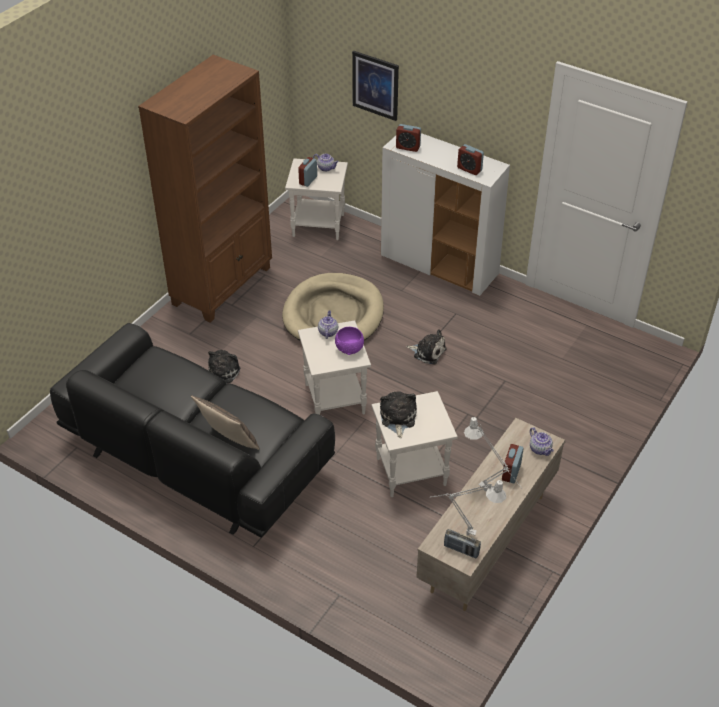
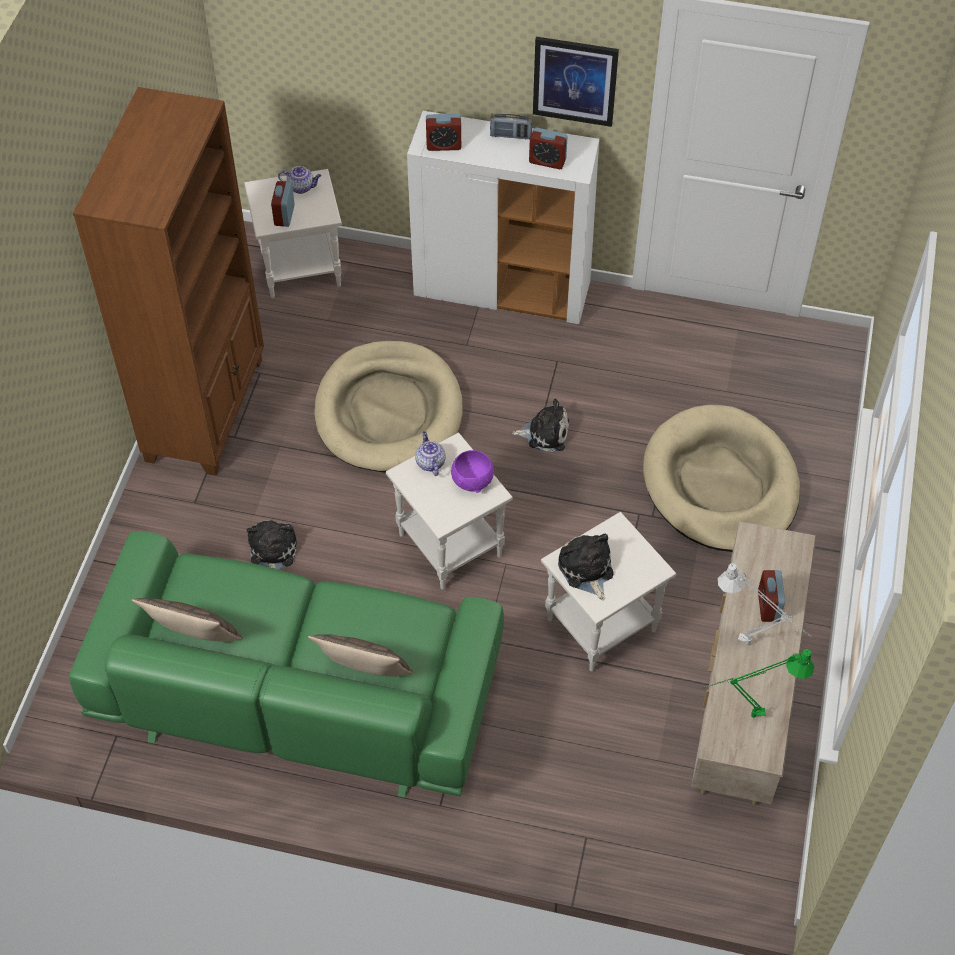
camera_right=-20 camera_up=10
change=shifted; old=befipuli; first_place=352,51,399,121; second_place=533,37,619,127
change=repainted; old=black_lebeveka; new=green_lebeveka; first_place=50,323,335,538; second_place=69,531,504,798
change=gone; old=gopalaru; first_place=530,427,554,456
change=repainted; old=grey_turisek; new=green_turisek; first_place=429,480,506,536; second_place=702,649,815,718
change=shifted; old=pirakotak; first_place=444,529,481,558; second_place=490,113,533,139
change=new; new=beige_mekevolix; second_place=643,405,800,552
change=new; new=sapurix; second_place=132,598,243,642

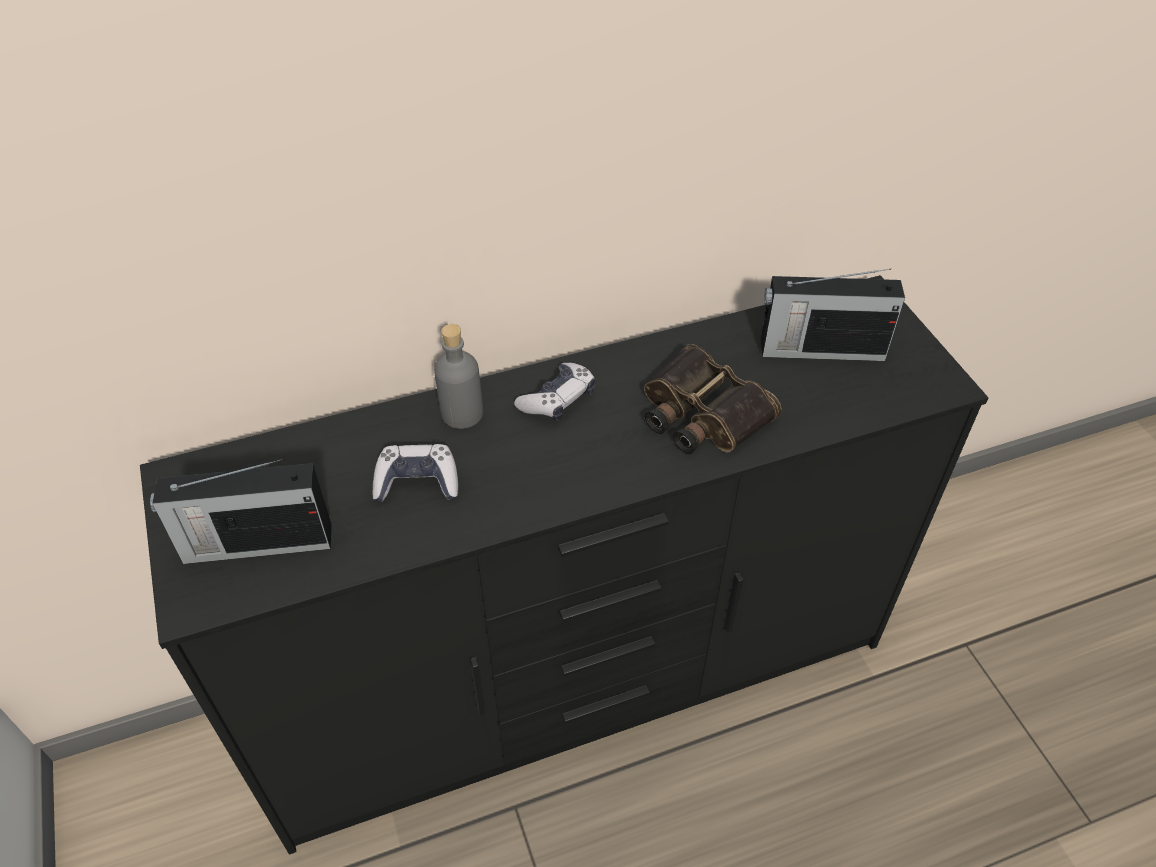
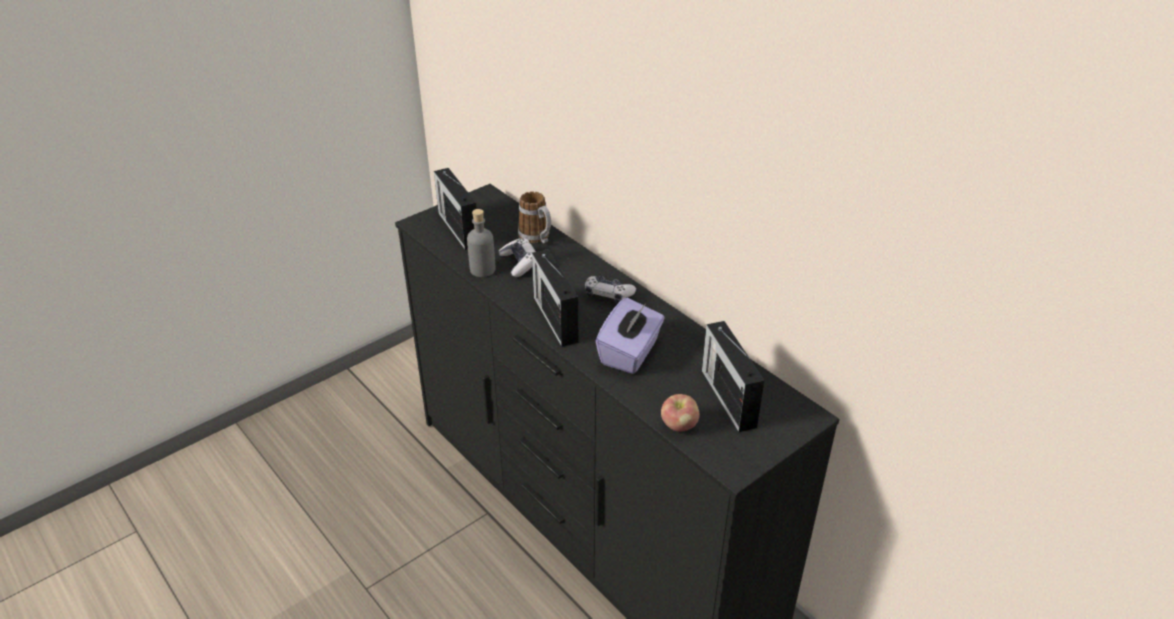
camera_right=70 camera_up=-10
change=shifted; old=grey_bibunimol; first_place=434,324,483,429; second_place=467,209,496,277
change=swapped; old=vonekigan; new=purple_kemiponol; first_place=644,344,782,454; second_place=596,297,665,374
change=new; new=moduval; second_place=518,191,551,243
change=new; new=pirakotak; second_place=532,249,579,347
change=new; new=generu; second_place=661,394,700,432

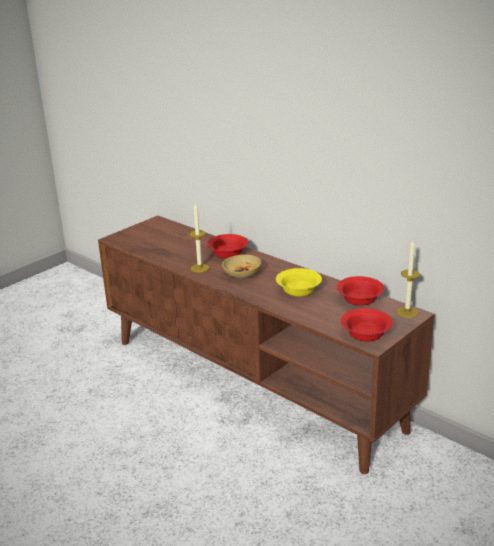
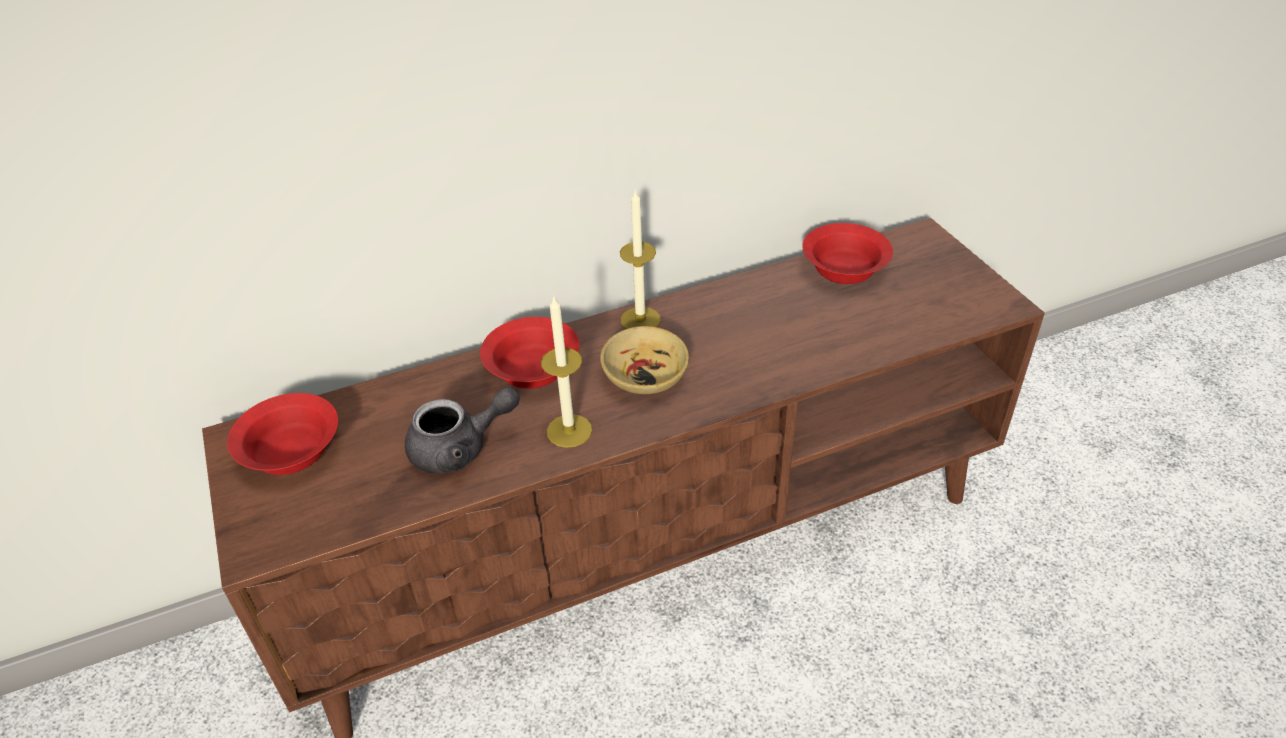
camera_right=-65 camera_up=15
change=shifted; old=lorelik; first_place=397,241,420,318; second_place=620,188,661,329
change=gone; old=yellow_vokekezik; first_place=276,268,322,296
change=shifted; old=red_vokekezik; first_place=341,308,393,342; second_place=227,393,338,475
change=new; new=grey_gopalaru; second_place=405,387,520,474

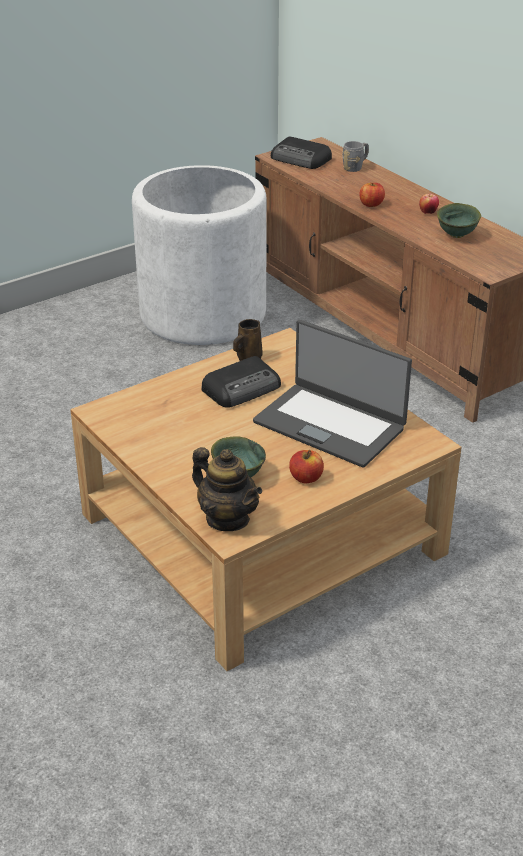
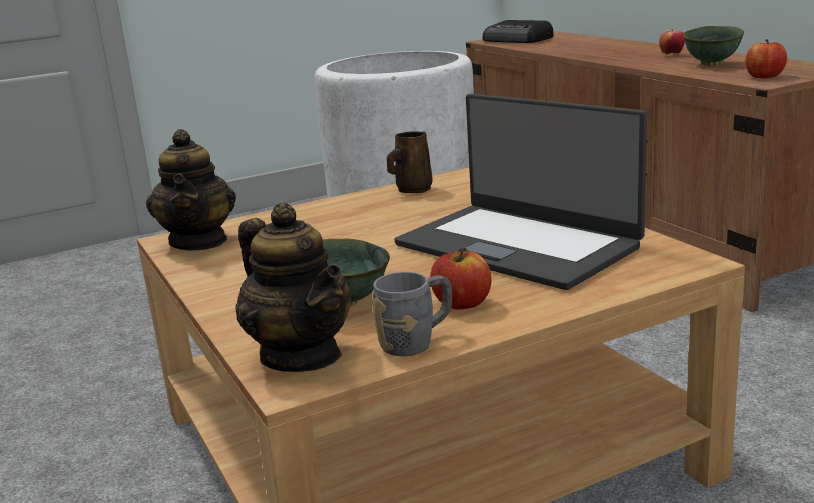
camera_right=10 camera_up=-15
change=shifted; old=grey_moduval; first_place=342,141,369,172; second_place=372,272,452,356
change=shifted; old=generu; first_place=360,183,385,207; second_place=746,39,787,78
change=gone; old=pirakotak; first_place=202,356,281,408
change=new; new=gopalaru; second_place=146,129,236,251

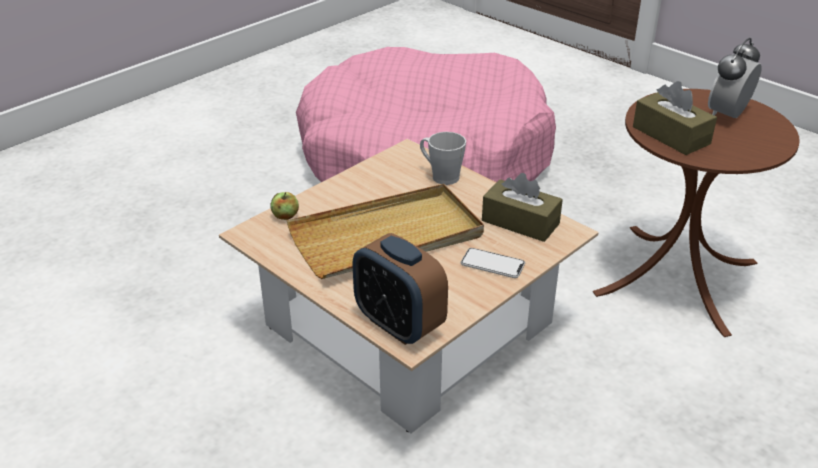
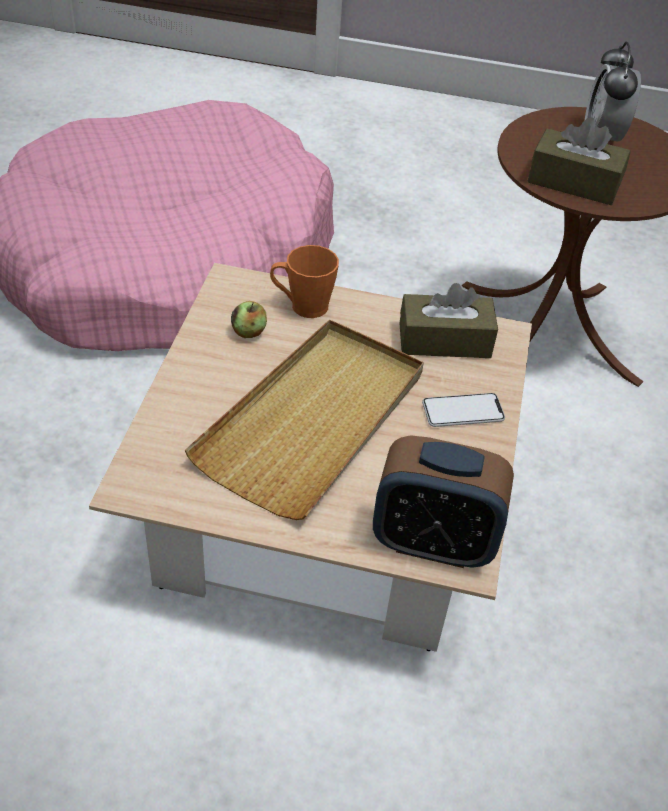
camera_right=-35 camera_up=10
change=repainted; old=grey_moduval; new=orange_moduval; first_place=420,132,466,185; second_place=270,245,339,318
change=shifted; old=generu; first_place=270,192,299,220; second_place=231,301,267,338

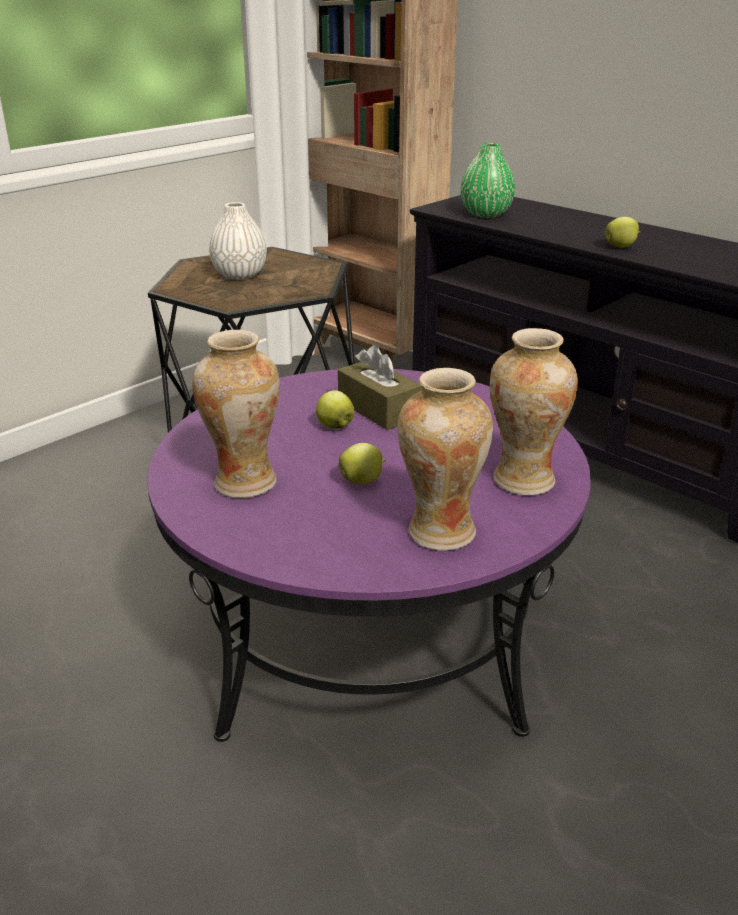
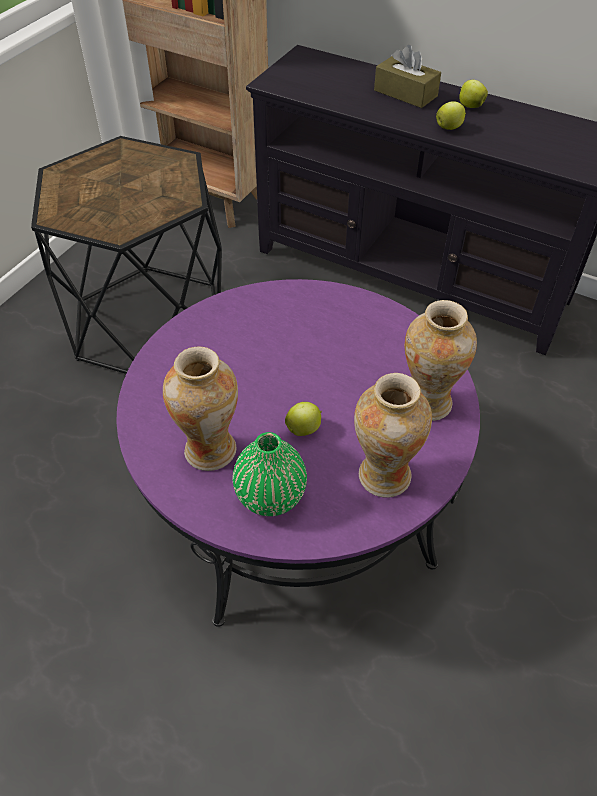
camera_right=-15 camera_up=20
change=shifted; old=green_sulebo; first_place=461,143,515,218; second_place=233,432,307,516
change=gone; old=white_sulebo; first_place=209,202,267,280
change=shifted; old=brown_kemiponol; first_place=338,345,422,430; second_place=374,45,441,108
change=shifted; old=generu; first_place=316,390,354,429; second_place=459,80,488,108

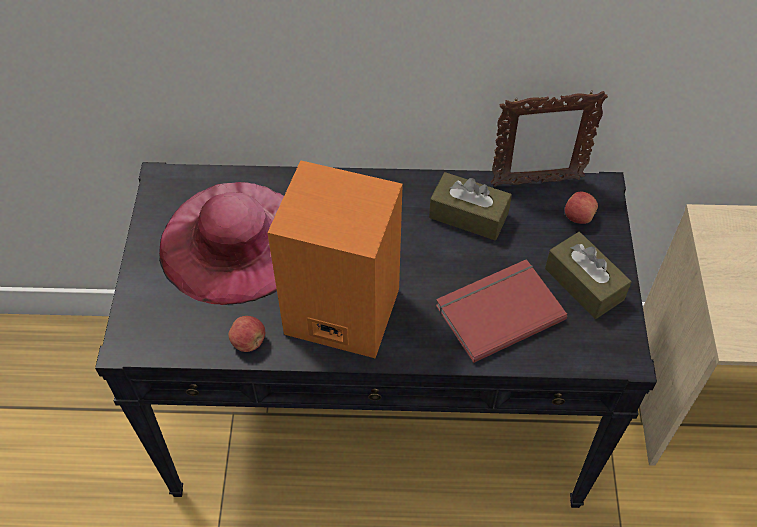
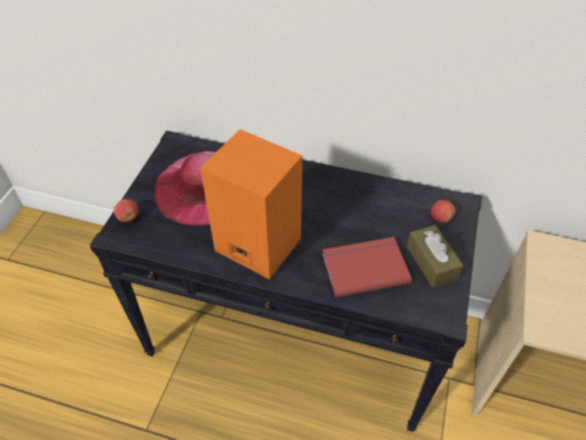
camera_right=15 camera_up=-5
change=gone; old=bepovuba; first_place=491,90,608,187
change=gone; old=brown_kemiponol; first_place=429,172,512,240
change=shifted; old=generu; first_place=228,316,265,352; second_place=114,199,139,222

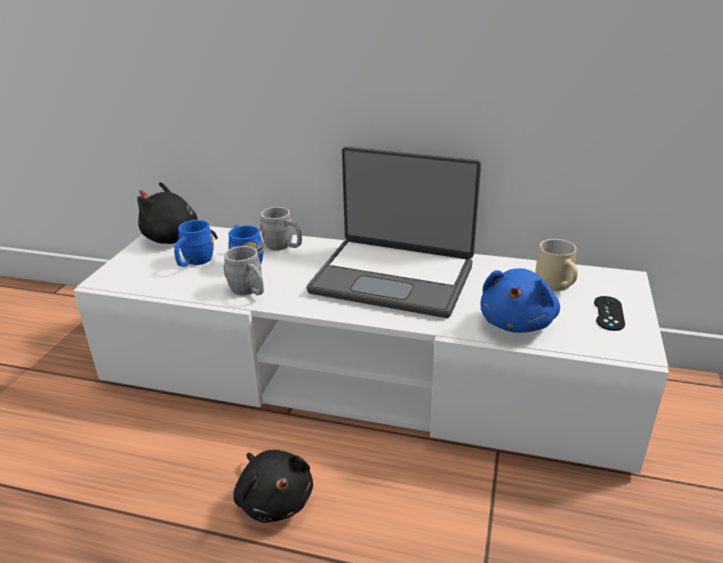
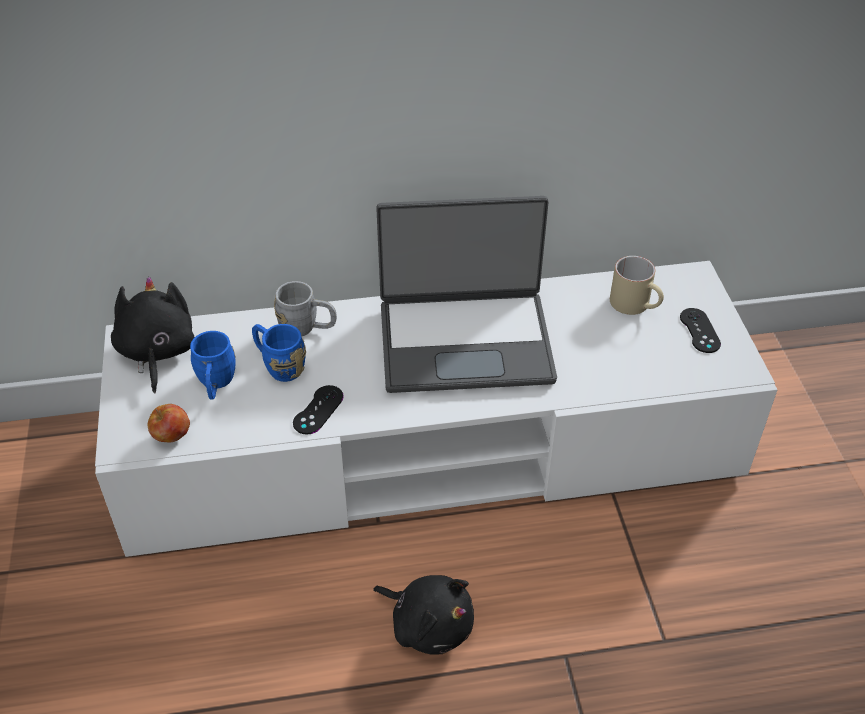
camera_right=-25 camera_up=15
change=rotated; old=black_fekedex; first_place=137,182,218,244; second_place=111,277,195,394; degrees=90
change=swapped; old=grey_moduval; new=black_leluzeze; first_place=223,246,264,295; second_place=293,385,344,434
change=gone; old=blue_fekedex; first_place=481,268,560,333
change=new; new=generu; second_place=148,404,190,443

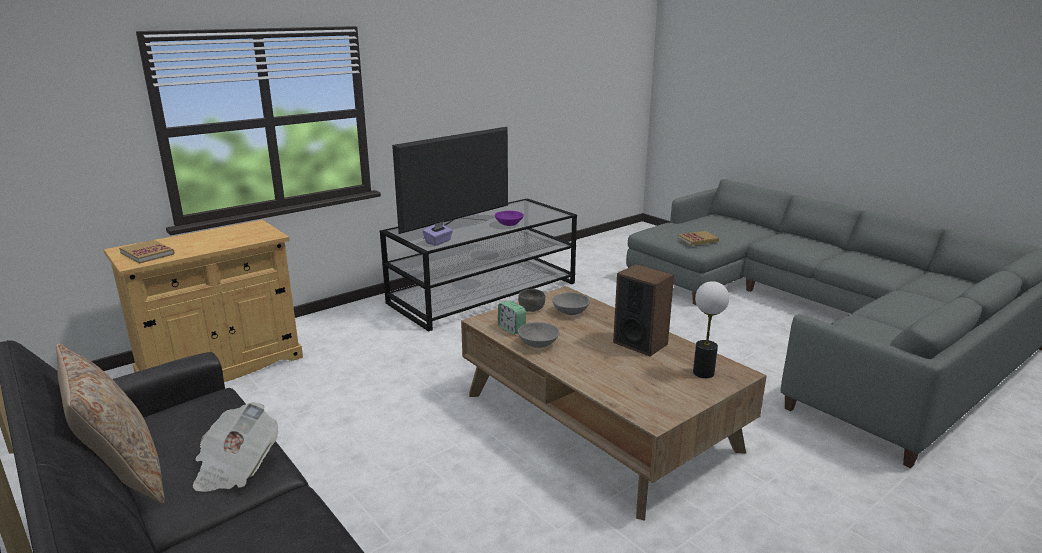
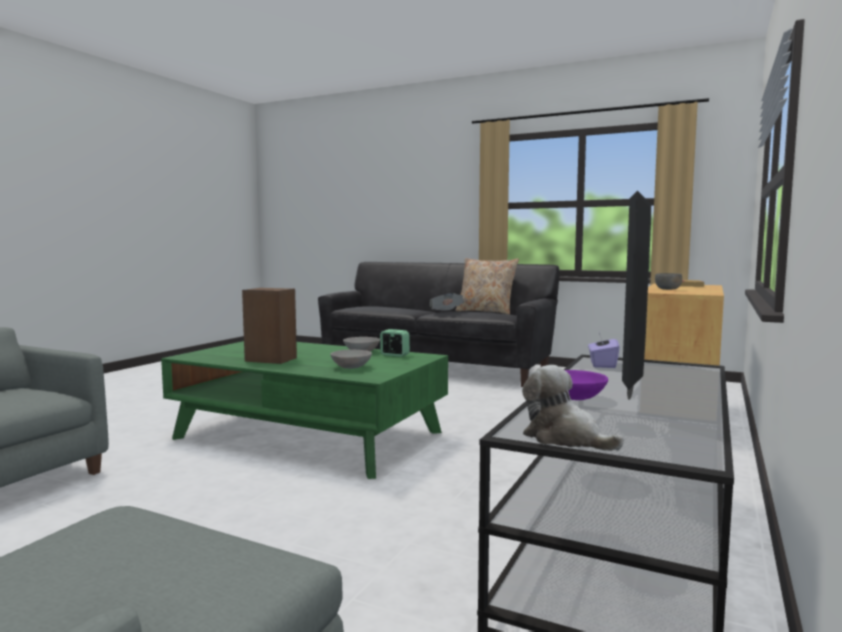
camera_right=155 camera_up=-15
change=gone; old=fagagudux; first_place=678,231,719,246
change=gone; old=turisek; first_place=693,281,729,378
change=repainted; old=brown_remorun; new=green_remorun; first_place=461,286,767,521; second_place=161,341,448,479
change=shifted; old=grey_vokekezik; first_place=518,289,545,312; second_place=655,273,682,290
change=new; new=fekedex; second_place=522,365,624,451

